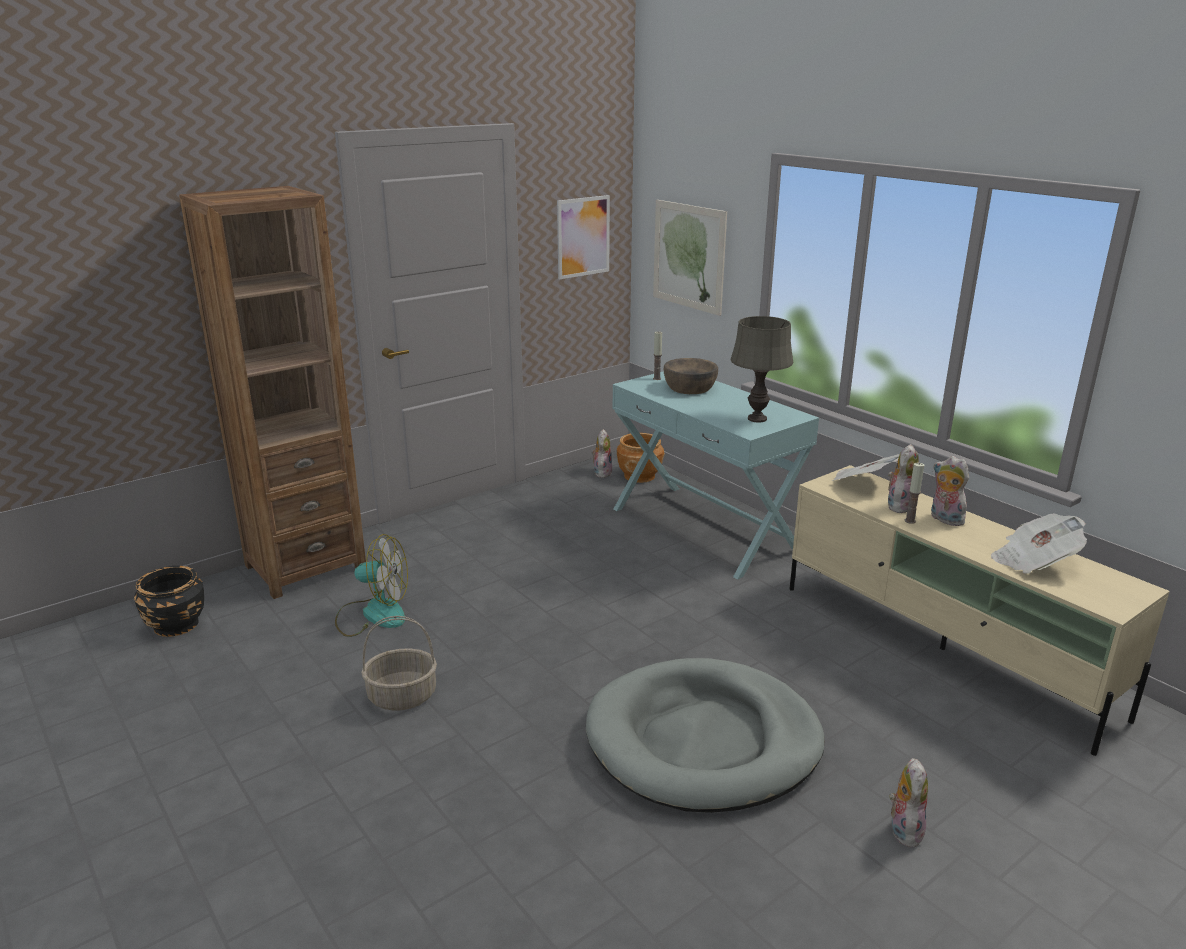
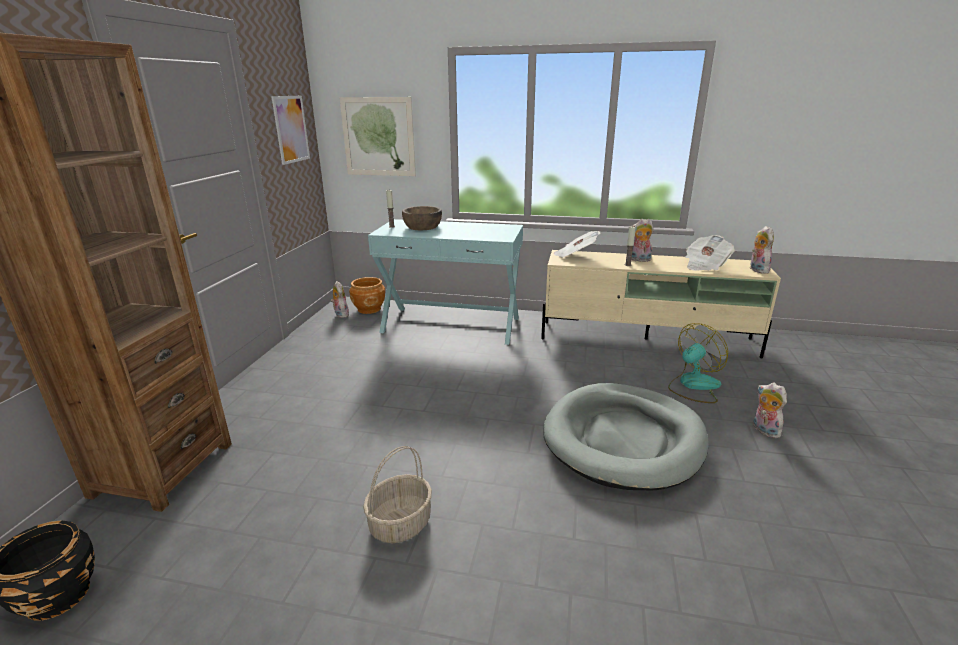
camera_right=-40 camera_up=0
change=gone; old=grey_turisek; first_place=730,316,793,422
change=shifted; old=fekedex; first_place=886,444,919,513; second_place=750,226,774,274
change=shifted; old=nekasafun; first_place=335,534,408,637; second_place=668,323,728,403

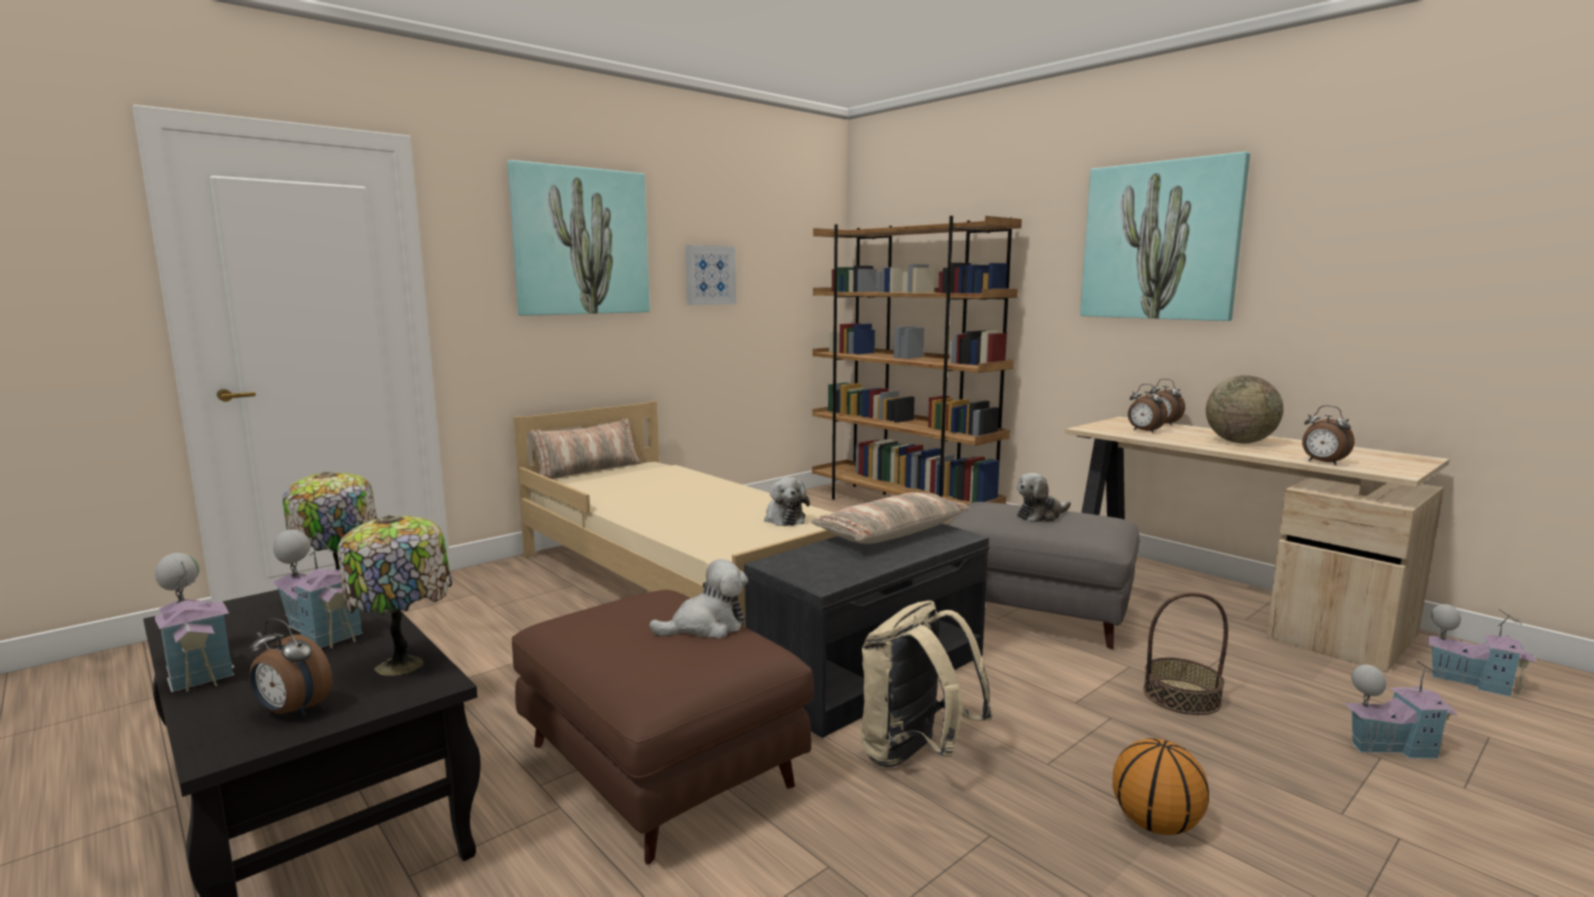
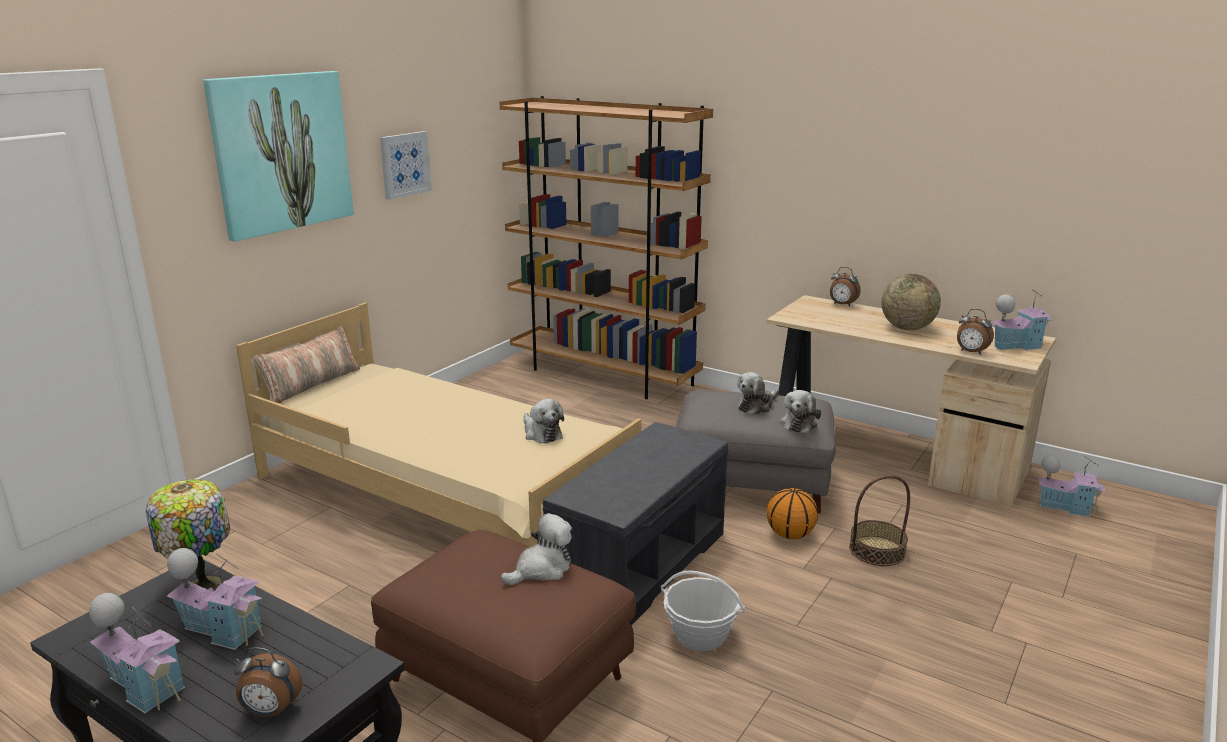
camera_right=-15 camera_up=10
change=gone; old=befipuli; first_place=1080,152,1250,321
change=gone; old=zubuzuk; first_place=1128,384,1168,433
change=gone; old=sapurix; first_place=811,492,971,544
change=gone; old=turisek; first_place=337,515,452,676
change=swapped; old=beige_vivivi; new=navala; first_place=860,601,993,767; second_place=661,571,745,651
change=shifted; old=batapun; first_place=1344,661,1457,759; second_place=991,289,1052,350
change=shifted; old=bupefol; first_place=1113,738,1209,835; second_place=767,488,818,539
change=new; new=fekedex; second_place=780,390,821,433

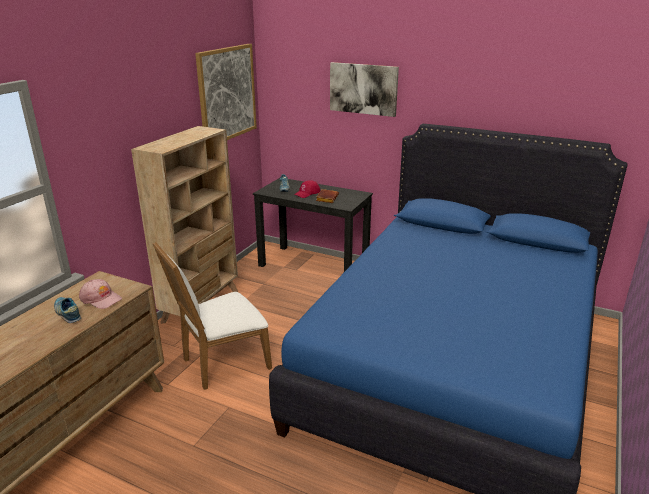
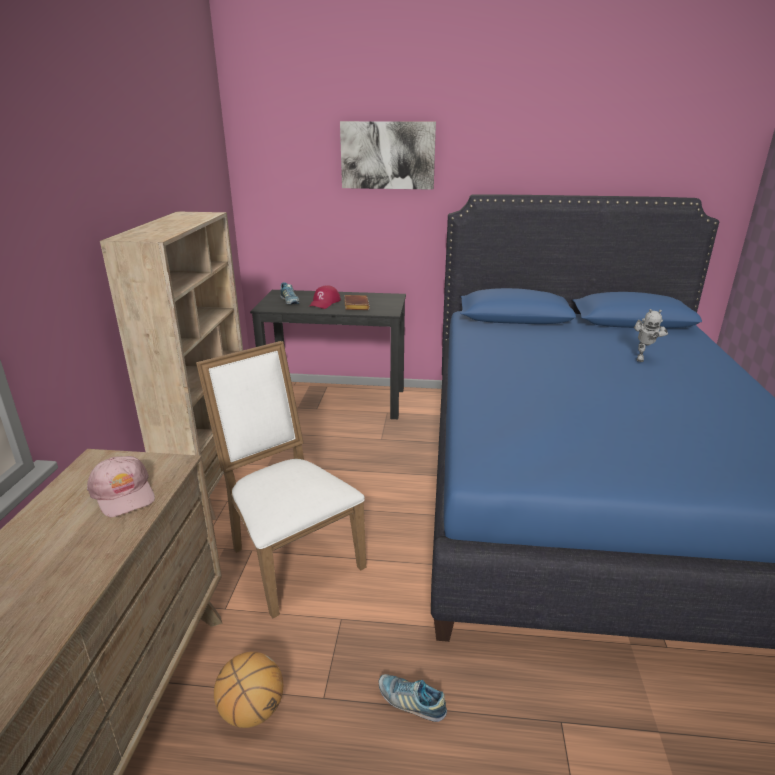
camera_right=-20 camera_up=0
change=gone; old=befipuli; first_place=195,44,257,140
change=rotated; old=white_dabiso; first_place=153,242,272,390; second_place=196,341,366,618; degrees=105
change=rotated; old=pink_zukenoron; first_place=79,279,122,309; second_place=87,456,155,517; degrees=45
change=shifted; old=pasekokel; first_place=54,297,81,323; second_place=379,674,447,722
change=new; new=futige; second_place=634,309,668,362
change=new; new=bupefol; second_place=214,652,283,728

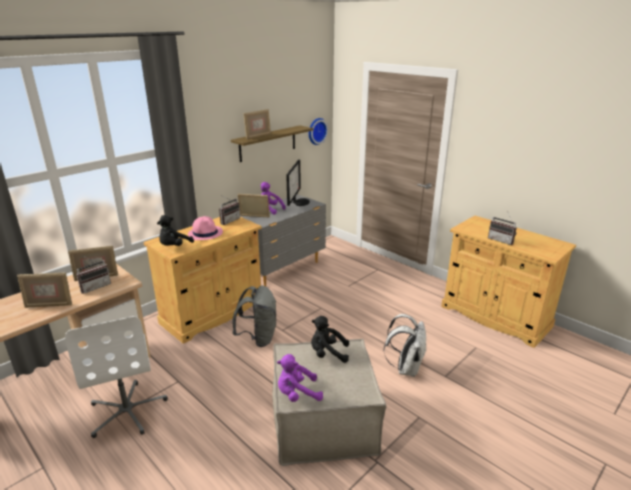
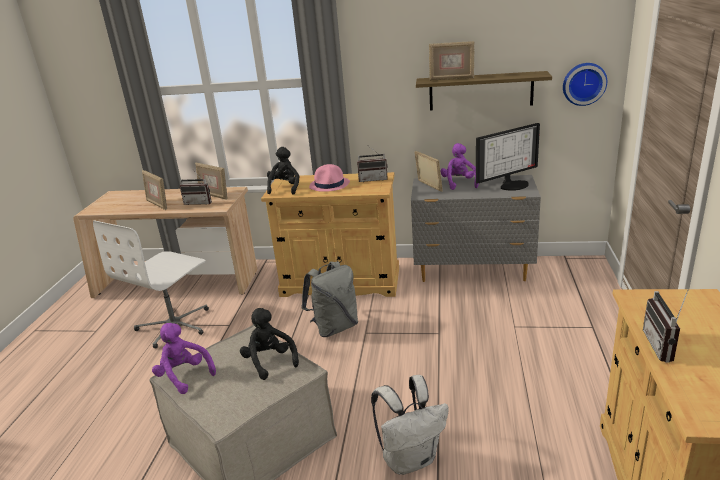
camera_right=55 camera_up=0
change=rotated; old=black_fekedex; first_place=157,215,194,246; second_place=267,147,299,195; degrees=105

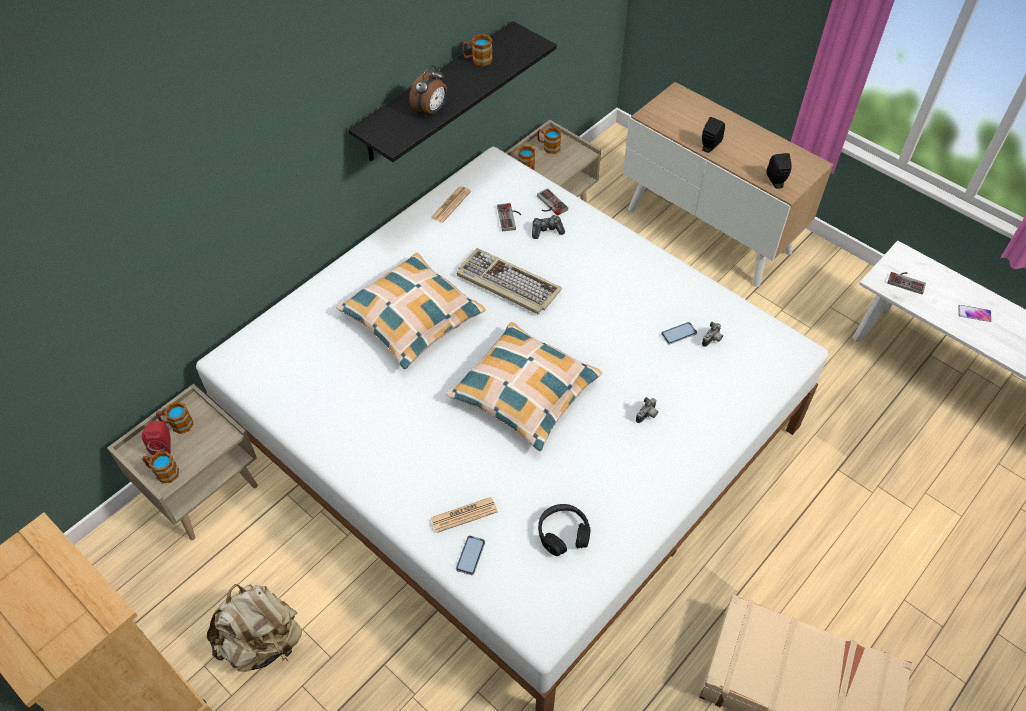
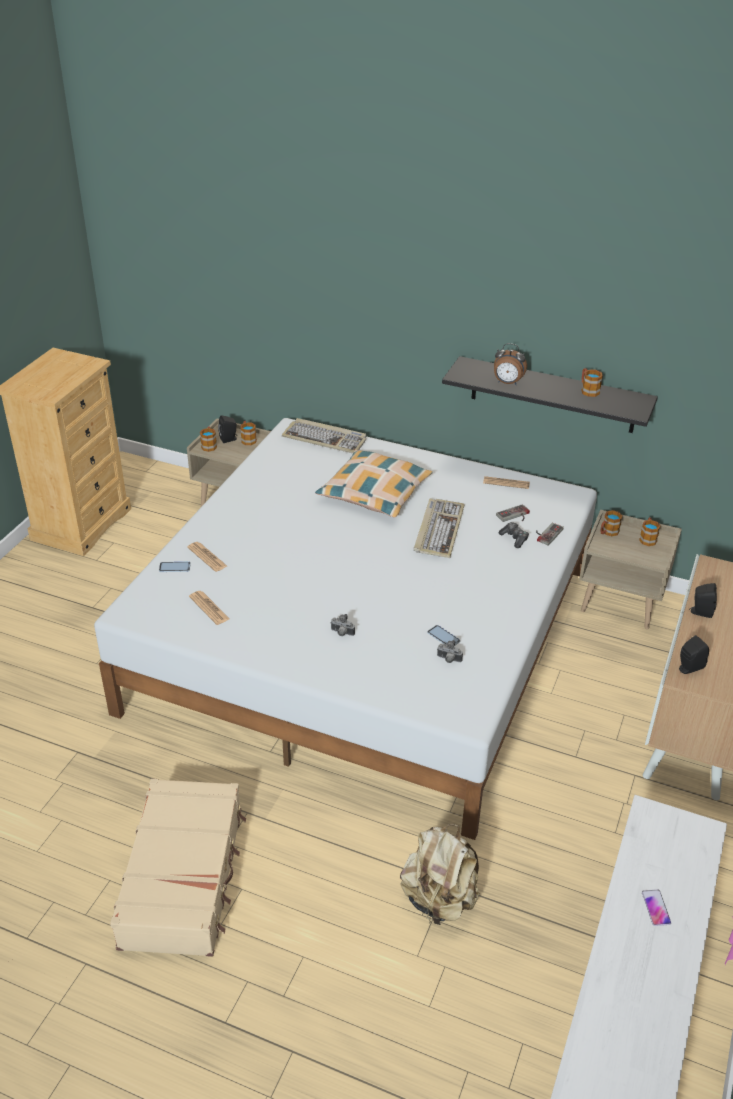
camera_right=70 camera_up=-15
change=gone; old=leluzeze; first_place=887,272,926,294
change=gone; old=sapurix; first_place=446,322,602,451
change=repainted; old=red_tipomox; new=black_tipomox; first_place=142,421,171,455; second_place=218,416,238,443
change=swapped; old=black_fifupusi; new=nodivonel; first_place=538,504,590,556; second_place=189,591,230,625
change=shifted; old=beige_vivivi; first_place=207,584,302,672; second_place=400,824,479,926
change=new; new=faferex; second_place=282,418,366,453

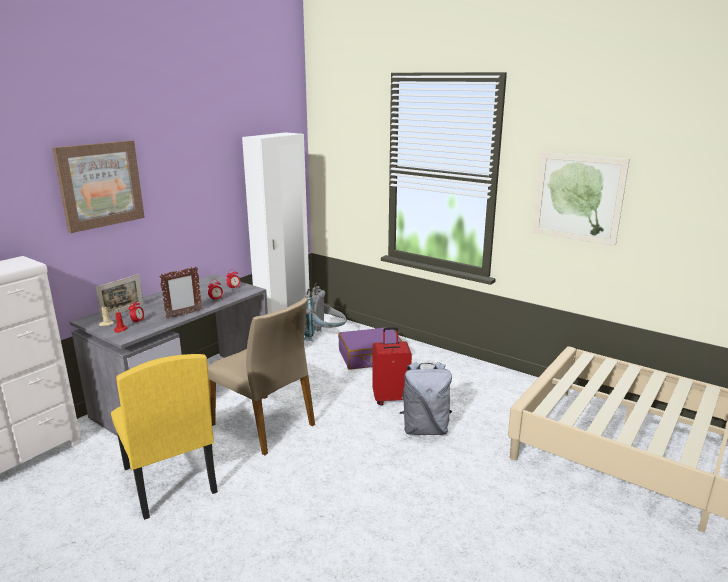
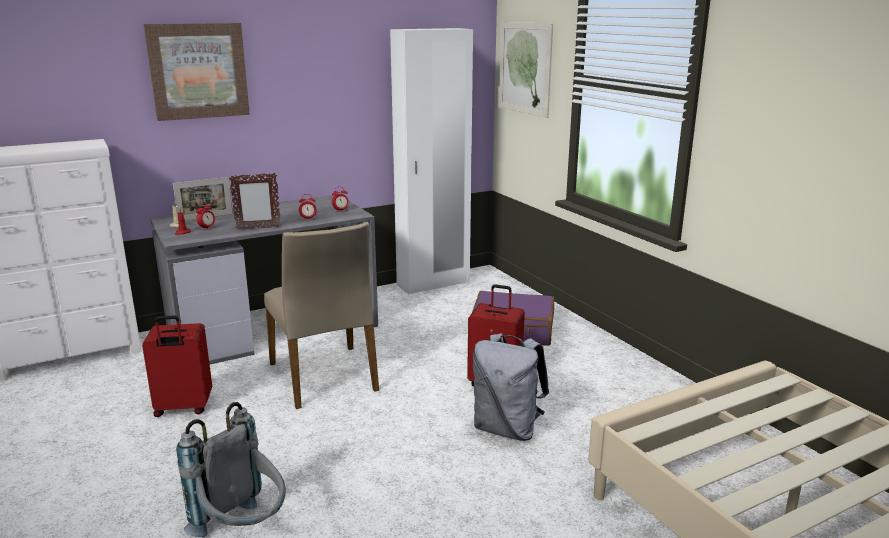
camera_right=25 camera_up=0
change=shifted; old=befipuli; first_place=533,152,630,246; second_place=499,22,553,118
change=shifted; old=grey_vivivi; first_place=303,283,347,341; second_place=176,402,286,537
change=swapped; old=yellow_dabiso; new=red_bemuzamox; first_place=111,354,218,520; second_place=142,315,212,417

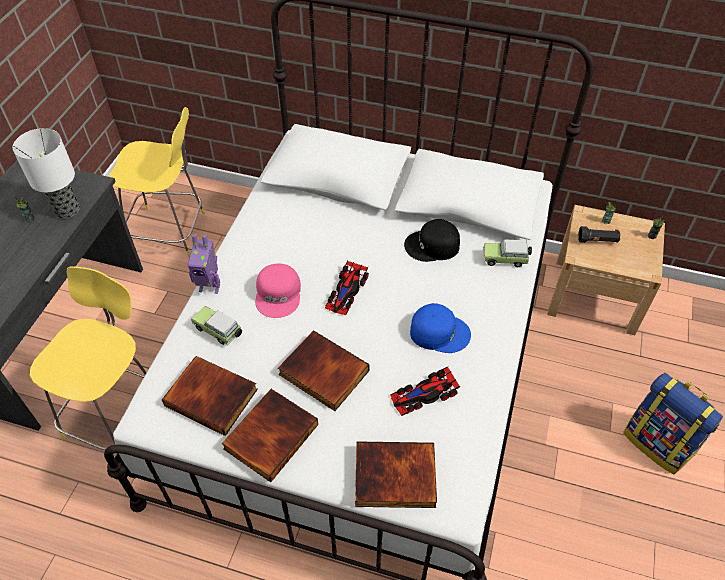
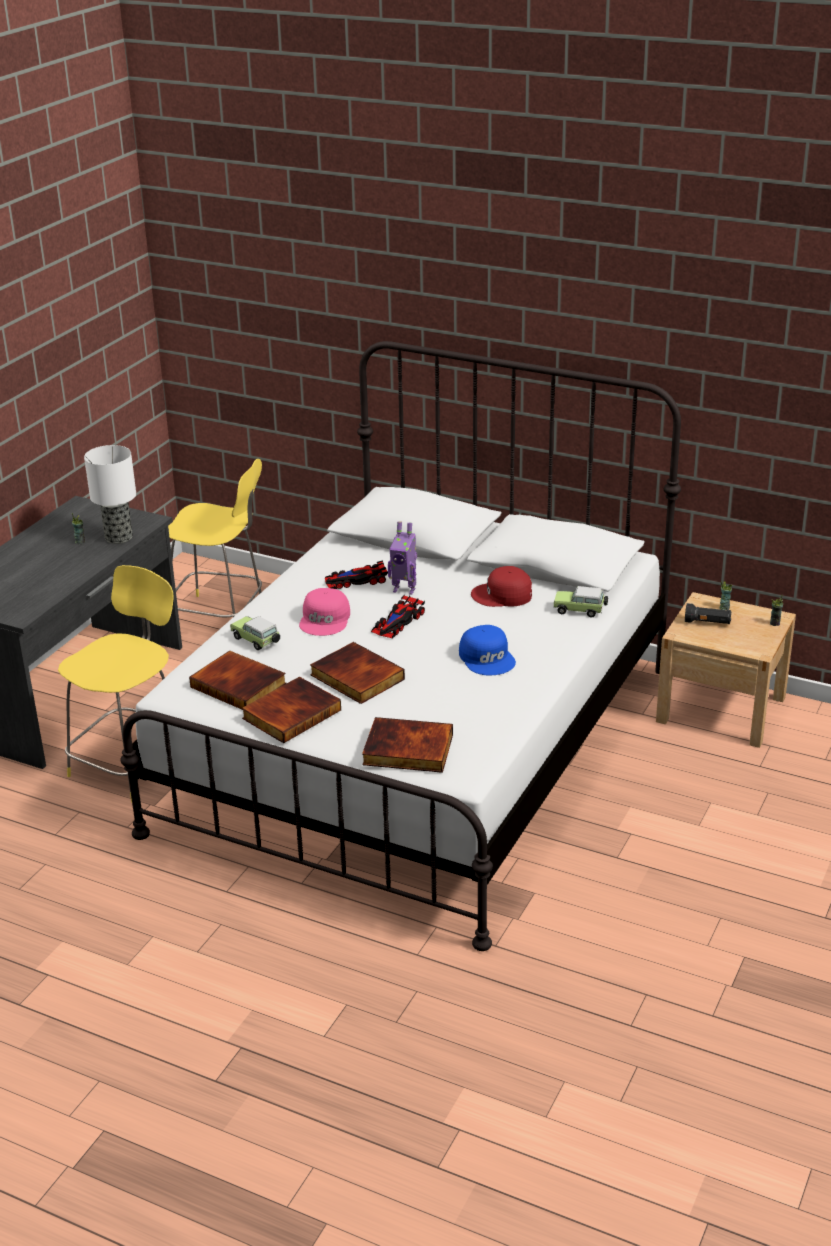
camera_right=10 camera_up=-20
change=repainted; old=black_zukenoron; new=red_zukenoron; first_place=404,219,460,262; second_place=471,566,532,607
change=shifted; old=futige; first_place=188,234,220,294; second_place=388,521,417,595
change=rotated; old=blue_zukenoron; first_place=410,303,471,353; second_place=459,625,516,675; degrees=45
change=shifted; old=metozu; first_place=390,367,460,416; second_place=325,561,388,589
change=gone; old=vivivi; first_place=623,373,723,475

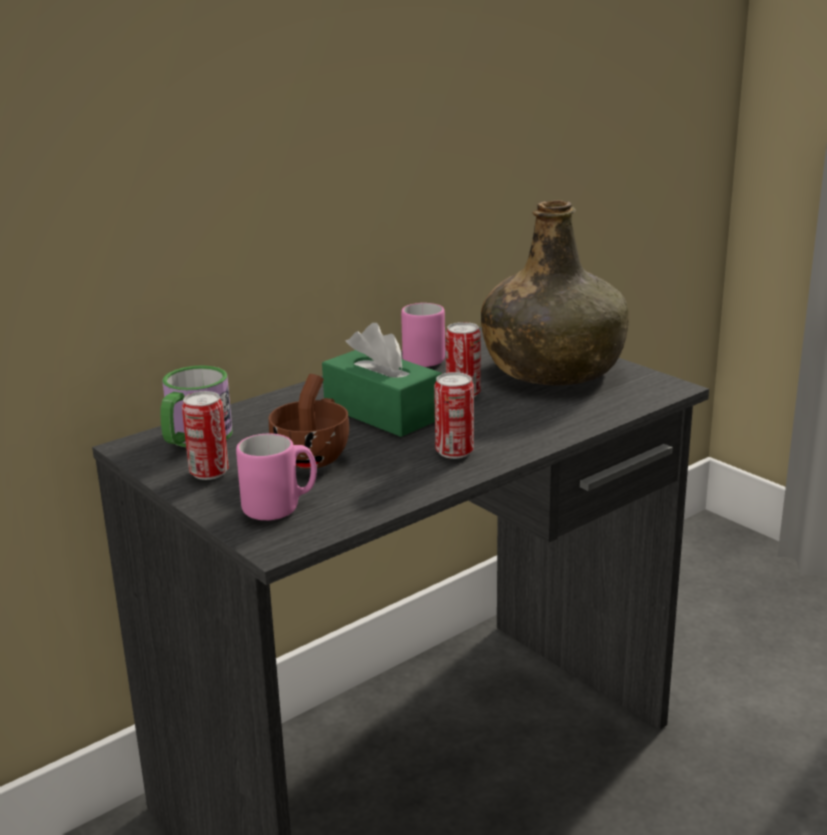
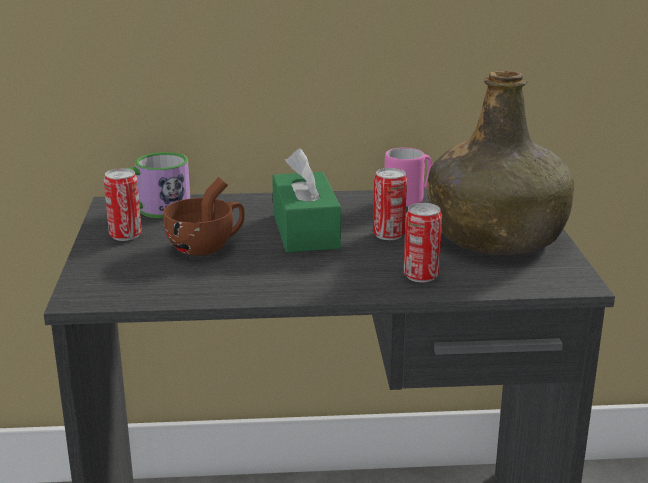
camera_right=35 camera_up=0
change=shifted; old=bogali; first_place=434,372,474,459; second_place=404,203,442,282
change=gone; old=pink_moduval; first_place=236,433,317,520

